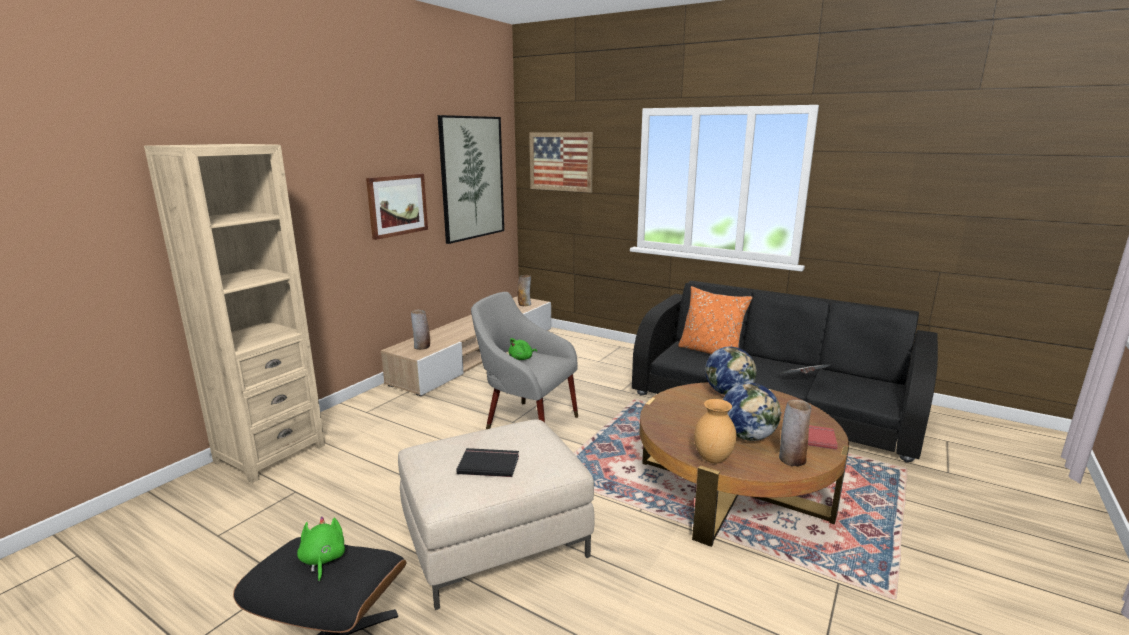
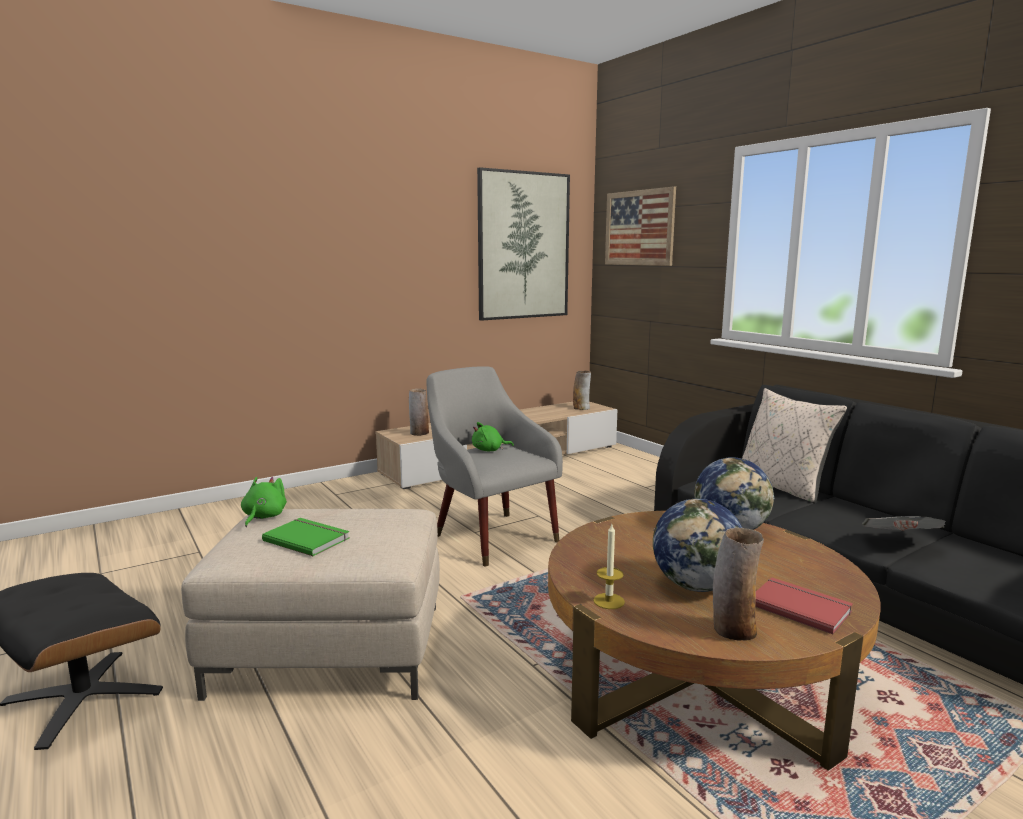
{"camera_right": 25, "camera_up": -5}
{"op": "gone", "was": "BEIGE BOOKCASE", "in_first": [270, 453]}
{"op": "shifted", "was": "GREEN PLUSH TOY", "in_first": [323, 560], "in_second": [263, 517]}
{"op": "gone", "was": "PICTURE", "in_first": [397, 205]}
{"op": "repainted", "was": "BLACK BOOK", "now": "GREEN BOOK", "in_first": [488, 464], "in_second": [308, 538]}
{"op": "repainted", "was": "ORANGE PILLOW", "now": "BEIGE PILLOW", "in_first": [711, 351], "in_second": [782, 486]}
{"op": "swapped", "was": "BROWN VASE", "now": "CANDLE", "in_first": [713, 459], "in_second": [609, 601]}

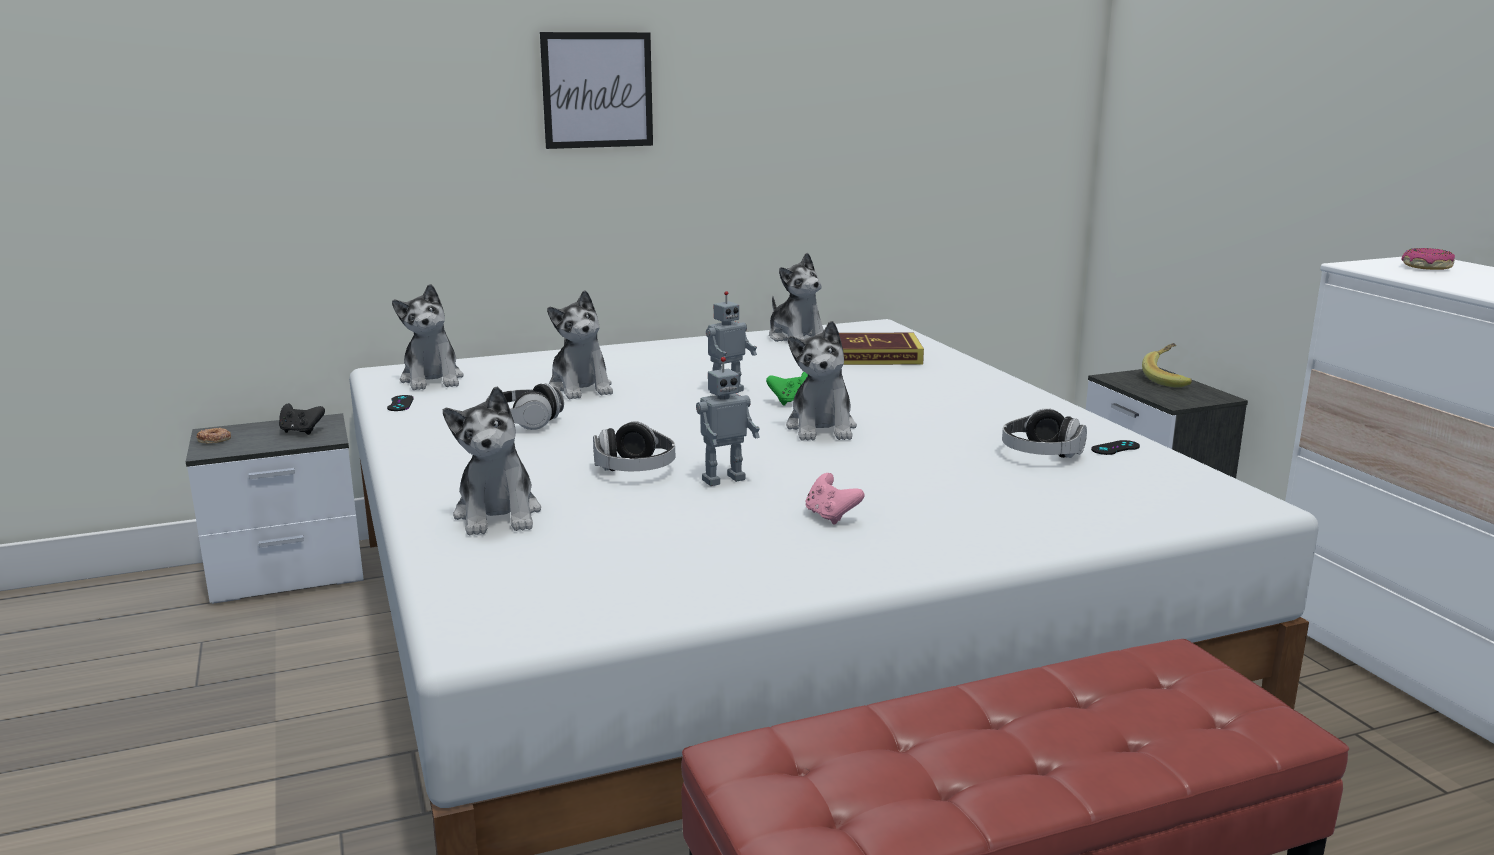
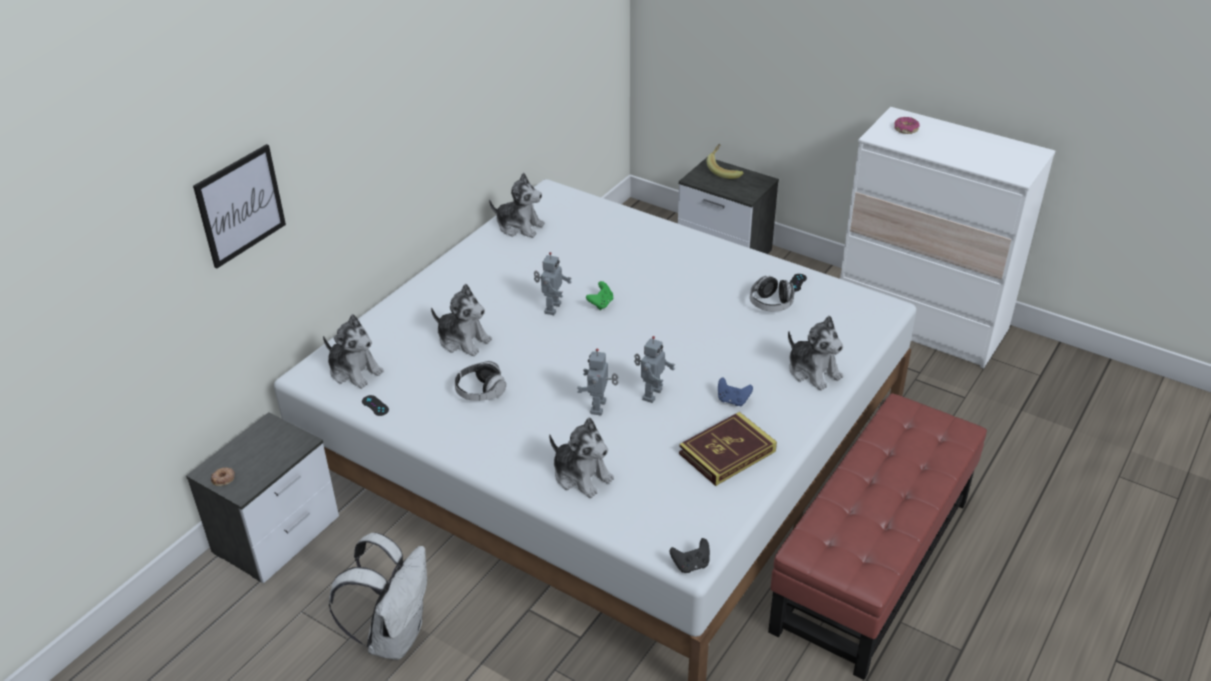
{"camera_right": -35, "camera_up": 20}
{"op": "shifted", "was": "BLACK GAME CONTROLLER", "in_first": [301, 431], "in_second": [691, 565]}
{"op": "shifted", "was": "PICTURE", "in_first": [597, 90], "in_second": [240, 205]}
{"op": "swapped", "was": "HEADPHONES", "now": "TOY ROBOT", "in_first": [635, 471], "in_second": [599, 407]}
{"op": "shifted", "was": "PLUSH TOY", "in_first": [822, 428], "in_second": [813, 371]}
{"op": "repainted", "was": "PINK GAME CONTROLLER", "now": "BLUE GAME CONTROLLER", "in_first": [831, 516], "in_second": [732, 400]}
{"op": "shifted", "was": "BOOK", "in_first": [872, 356], "in_second": [727, 452]}
{"op": "new", "now": "WHITE BACKPACK", "in_second": [394, 635]}

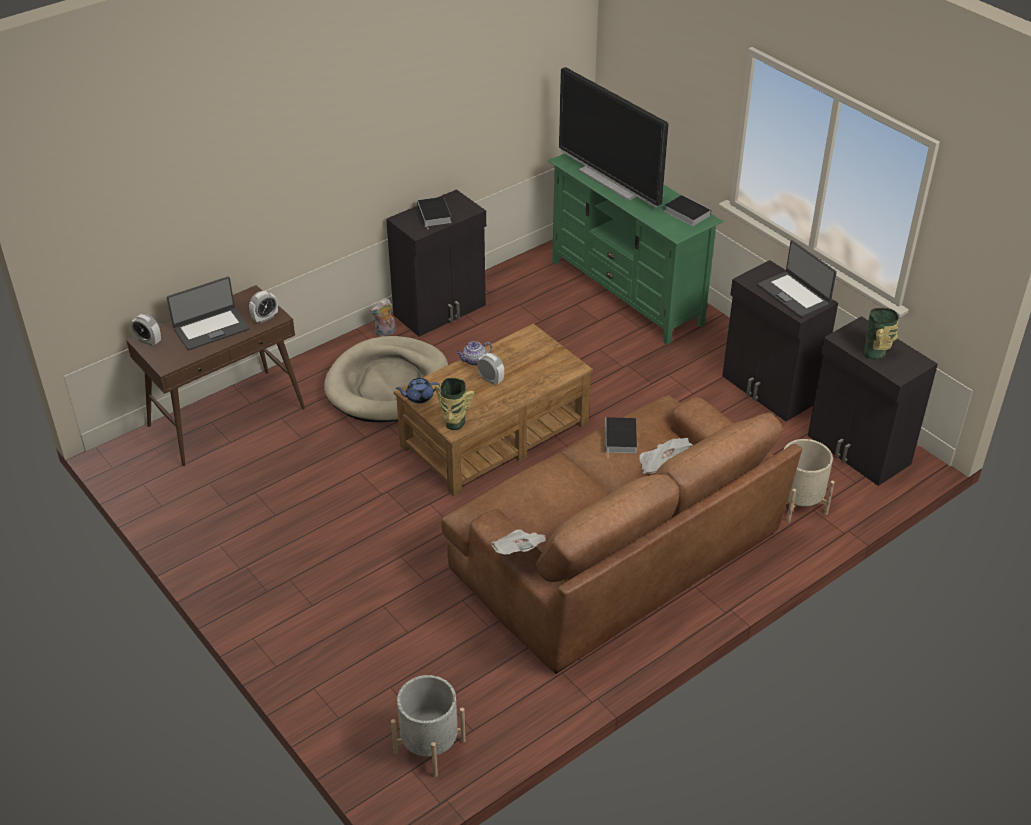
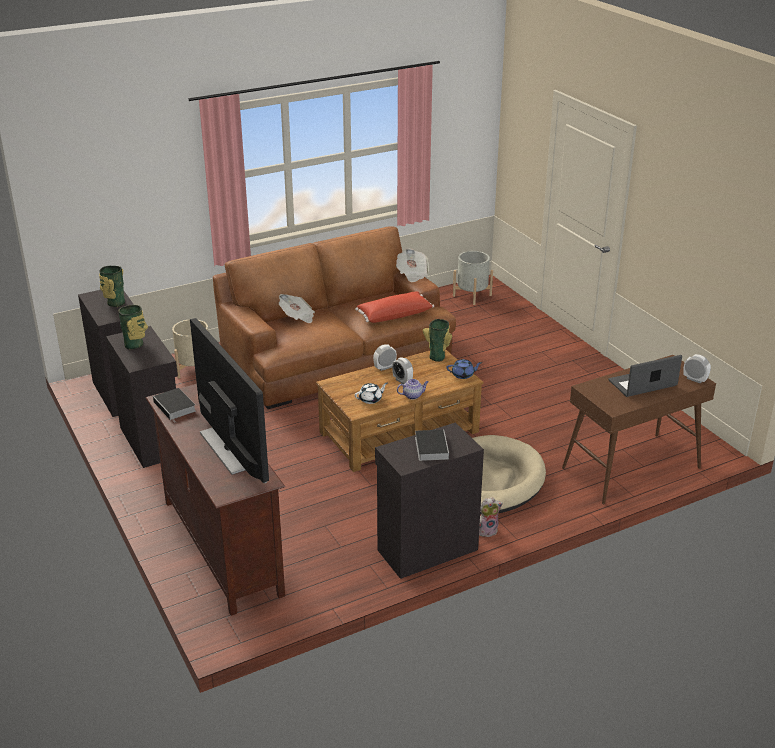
{"camera_right": -170, "camera_up": -10}
{"op": "shifted", "was": "ALARM CLOCK", "in_first": [265, 318], "in_second": [385, 367]}
{"op": "repainted", "was": "GREEN TV STAND", "now": "BROWN TV STAND", "in_first": [627, 292], "in_second": [221, 547]}
{"op": "gone", "was": "BOOK", "in_first": [621, 439]}
{"op": "swapped", "was": "LAPTOP", "now": "VASE", "in_first": [794, 294], "in_second": [135, 344]}
{"op": "new", "now": "RED PILLOW", "in_second": [394, 315]}
{"op": "new", "now": "WHITE TEAPOT", "in_second": [371, 399]}

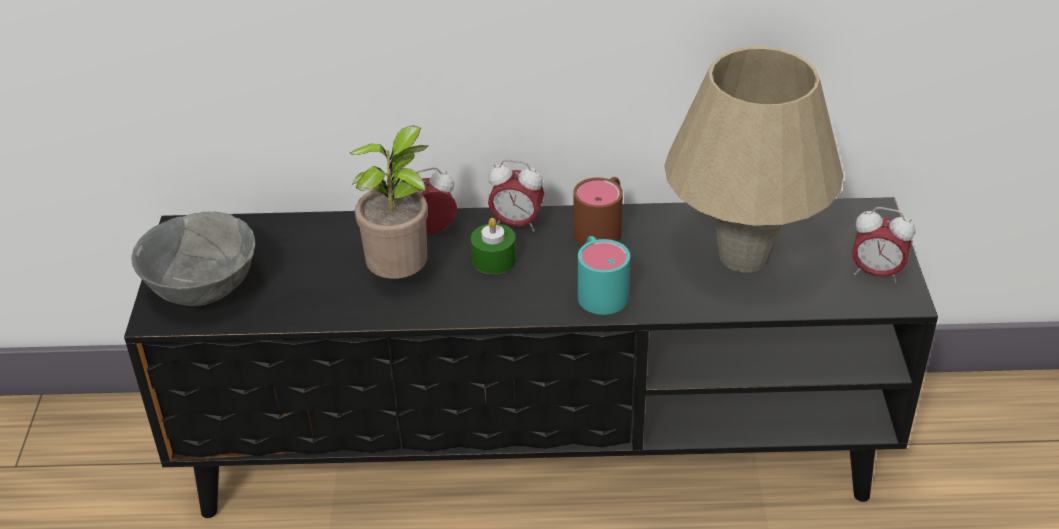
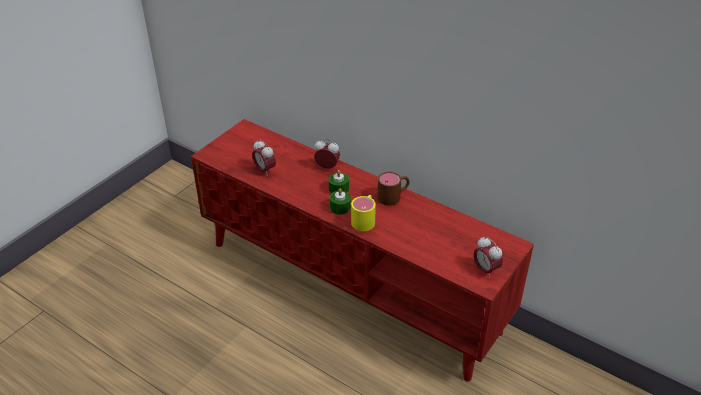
{"camera_right": 35, "camera_up": 0}
{"op": "repainted", "was": "BLACK TV STAND", "now": "RED TV STAND", "in_first": [537, 450], "in_second": [352, 286]}
{"op": "gone", "was": "GREY BOWL", "in_first": [202, 288]}
{"op": "gone", "was": "POTTED PLANT", "in_first": [402, 277]}
{"op": "shifted", "was": "ALARM CLOCK", "in_first": [516, 224], "in_second": [265, 170]}
{"op": "repainted", "was": "TURQUOISE MUG", "now": "YELLOW MUG", "in_first": [599, 289], "in_second": [365, 219]}
{"op": "gone", "was": "BEIGE TABLE LAMP", "in_first": [744, 256]}
{"op": "new", "now": "GREEN CANDLE", "in_second": [340, 207]}

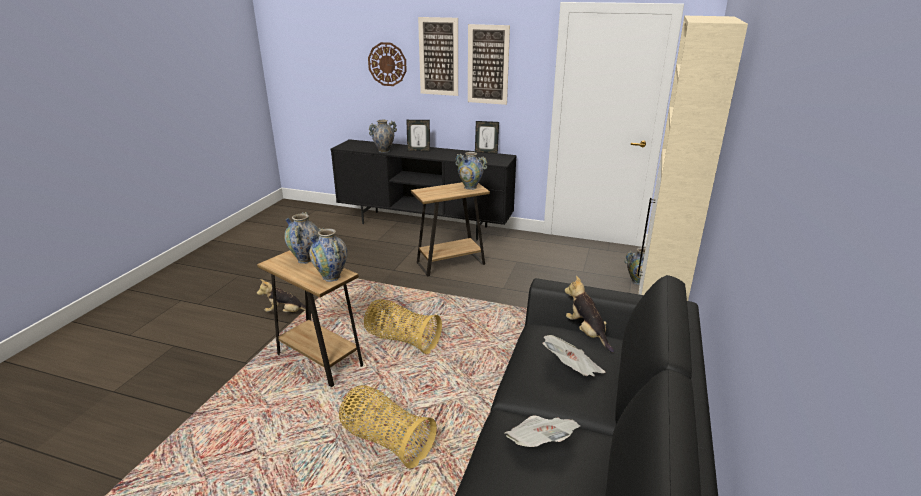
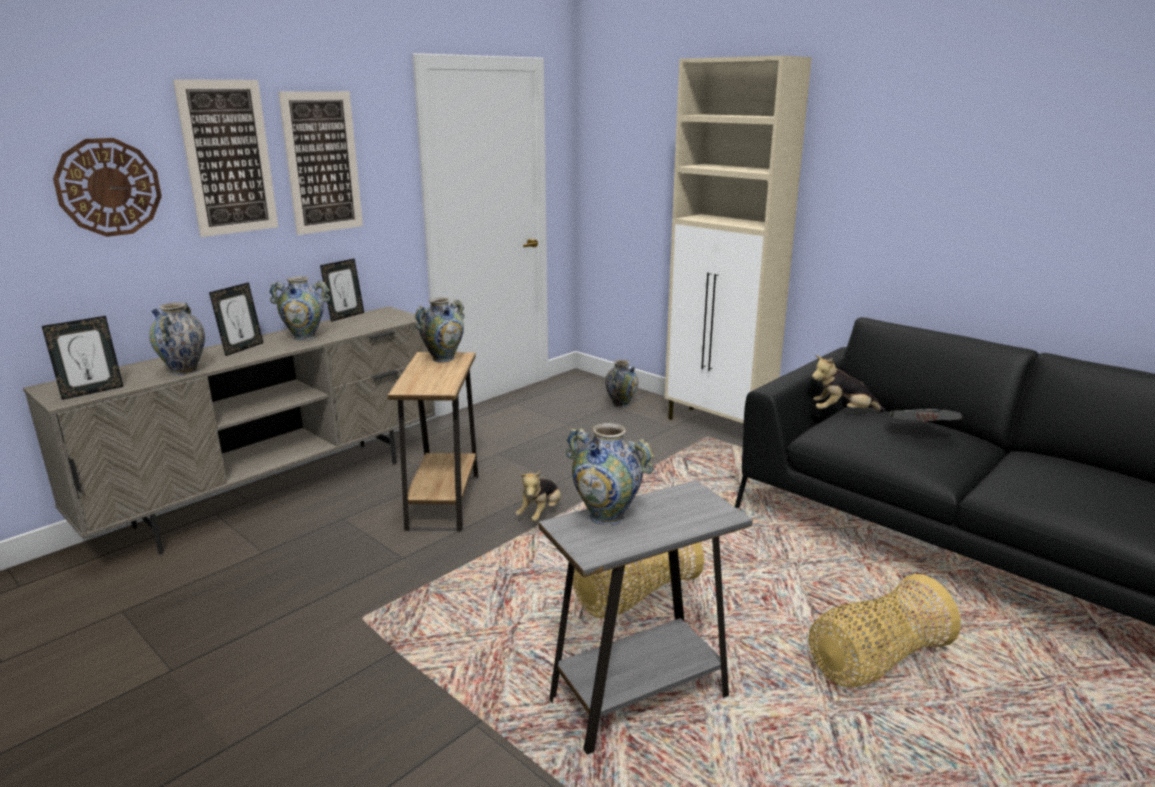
{"camera_right": -65, "camera_up": -5}
{"op": "repainted", "was": "BROWN SIDE TABLE", "now": "GREY SIDE TABLE", "in_first": [319, 360], "in_second": [639, 698]}
{"op": "shifted", "was": "PLUSH TOY", "in_first": [286, 313], "in_second": [541, 513]}
{"op": "shifted", "was": "VASE", "in_first": [331, 277], "in_second": [305, 337]}
{"op": "repainted", "was": "BLACK TV STAND", "now": "BEIGE TV STAND", "in_first": [425, 225], "in_second": [276, 492]}
{"op": "gone", "was": "NEWSPAPER", "in_first": [539, 443]}
{"op": "new", "now": "PICTURE FRAME", "in_second": [92, 392]}

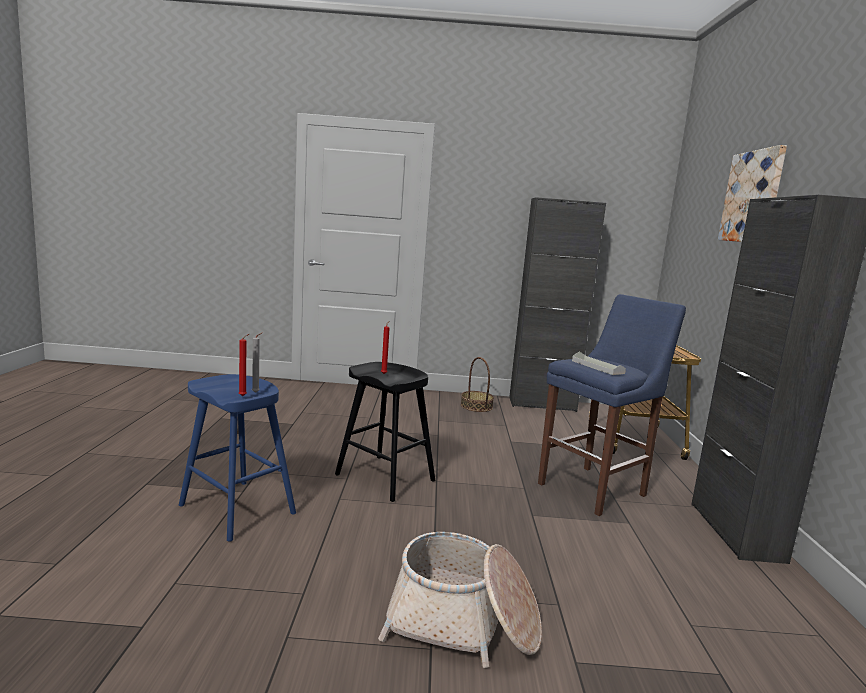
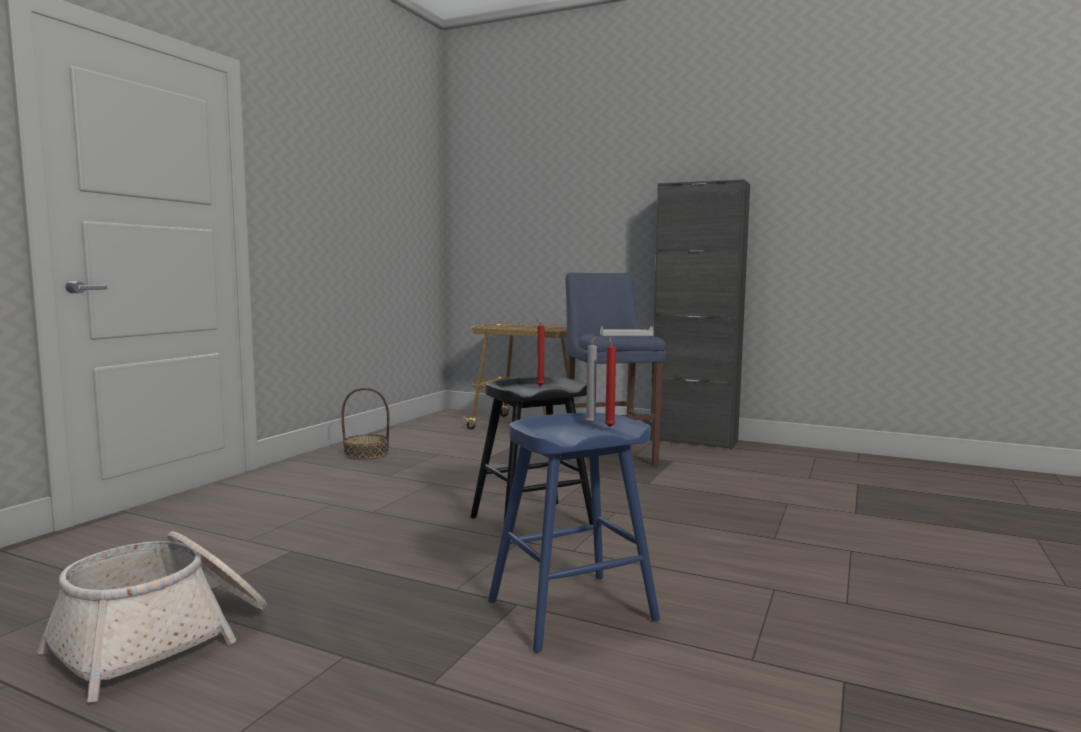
{"camera_right": -65, "camera_up": -5}
{"op": "shifted", "was": "BASKET", "in_first": [463, 624], "in_second": [165, 638]}
{"op": "gone", "was": "BLACK CABINET", "in_first": [542, 404]}
{"op": "gone", "was": "PICTURE", "in_first": [752, 197]}

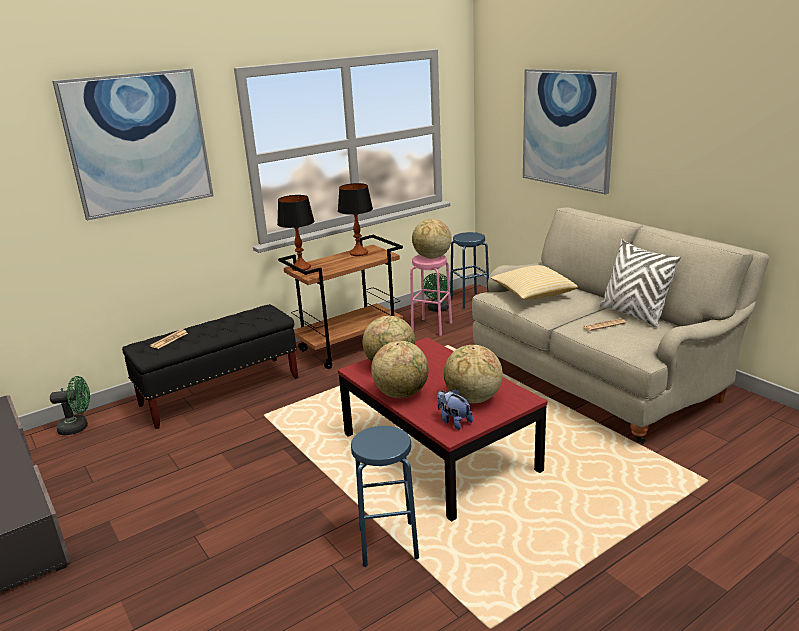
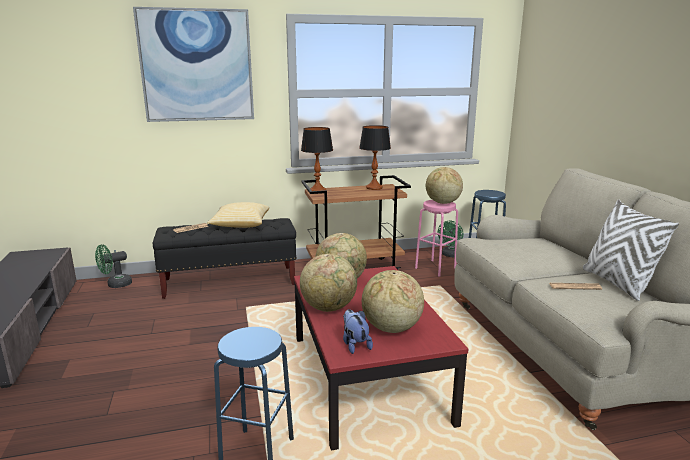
{"camera_right": 20, "camera_up": -5}
{"op": "rotated", "was": "GREEN FAN", "in_first": [78, 427], "in_second": [115, 285], "clockwise": 135}
{"op": "shifted", "was": "PILLOW", "in_first": [532, 294], "in_second": [240, 225]}
{"op": "gone", "was": "PICTURE", "in_first": [567, 129]}

